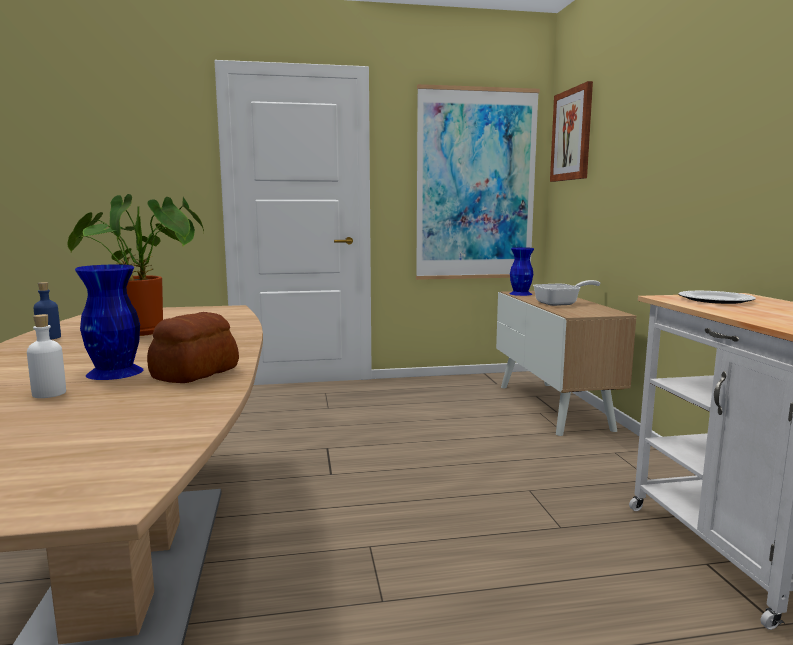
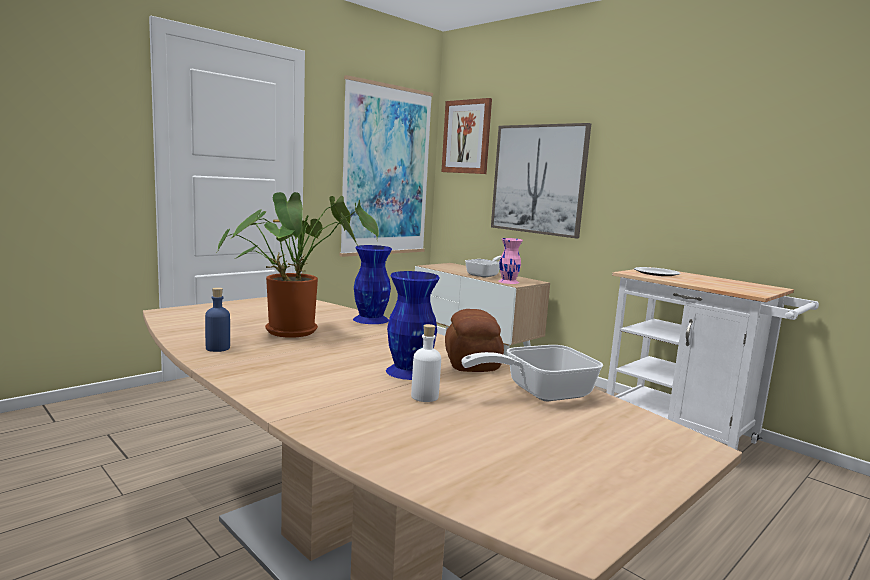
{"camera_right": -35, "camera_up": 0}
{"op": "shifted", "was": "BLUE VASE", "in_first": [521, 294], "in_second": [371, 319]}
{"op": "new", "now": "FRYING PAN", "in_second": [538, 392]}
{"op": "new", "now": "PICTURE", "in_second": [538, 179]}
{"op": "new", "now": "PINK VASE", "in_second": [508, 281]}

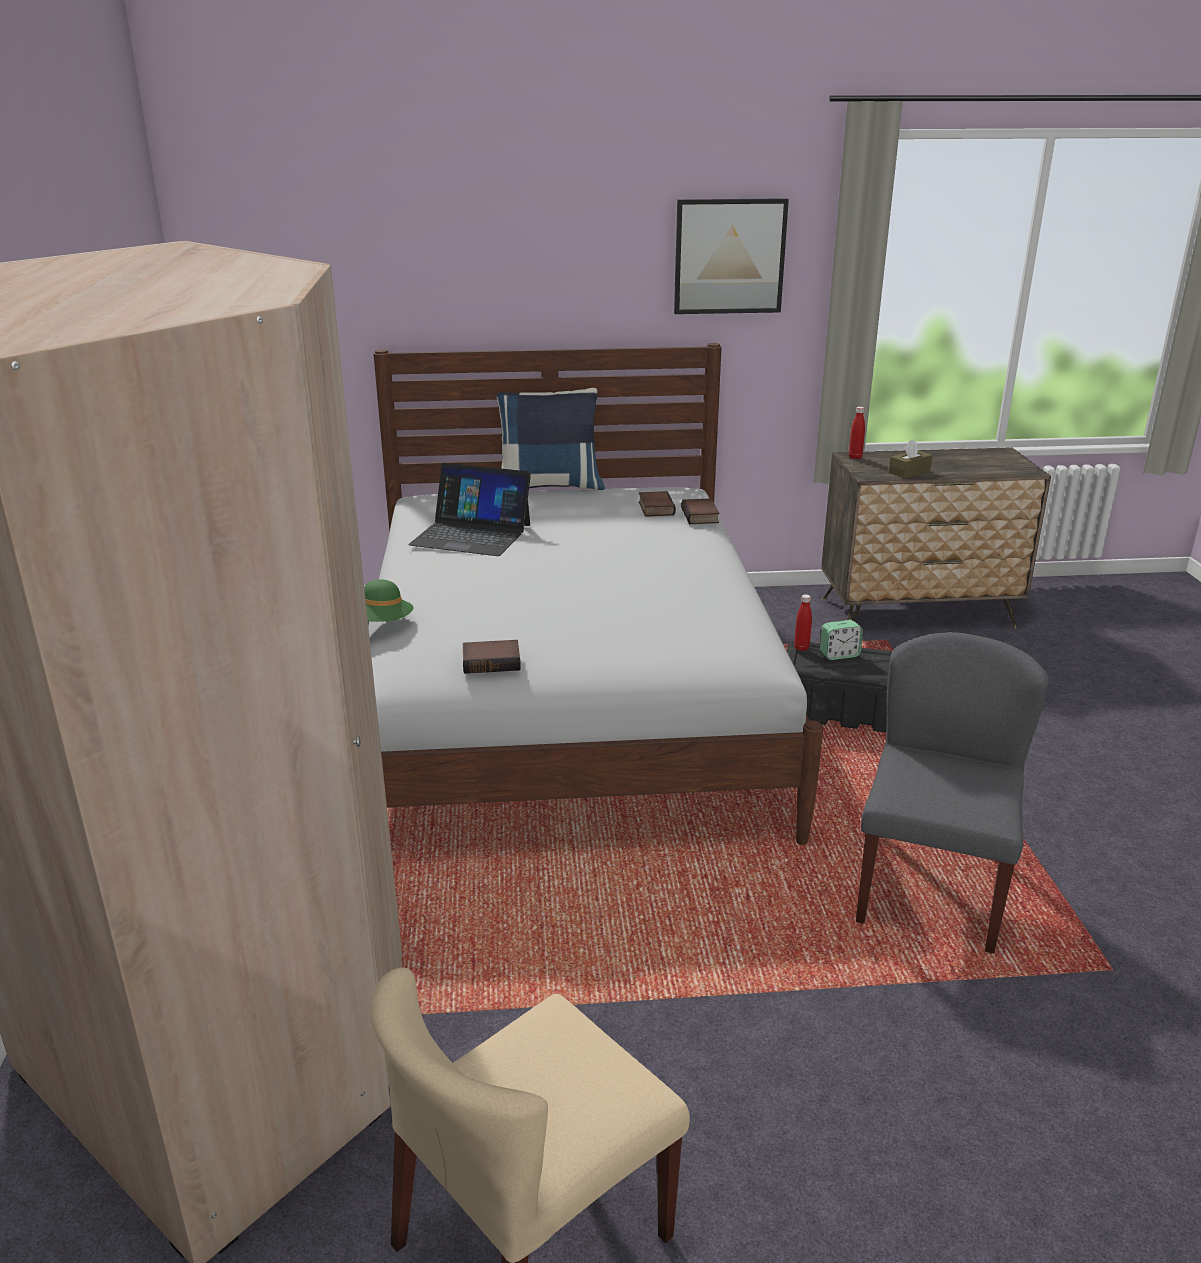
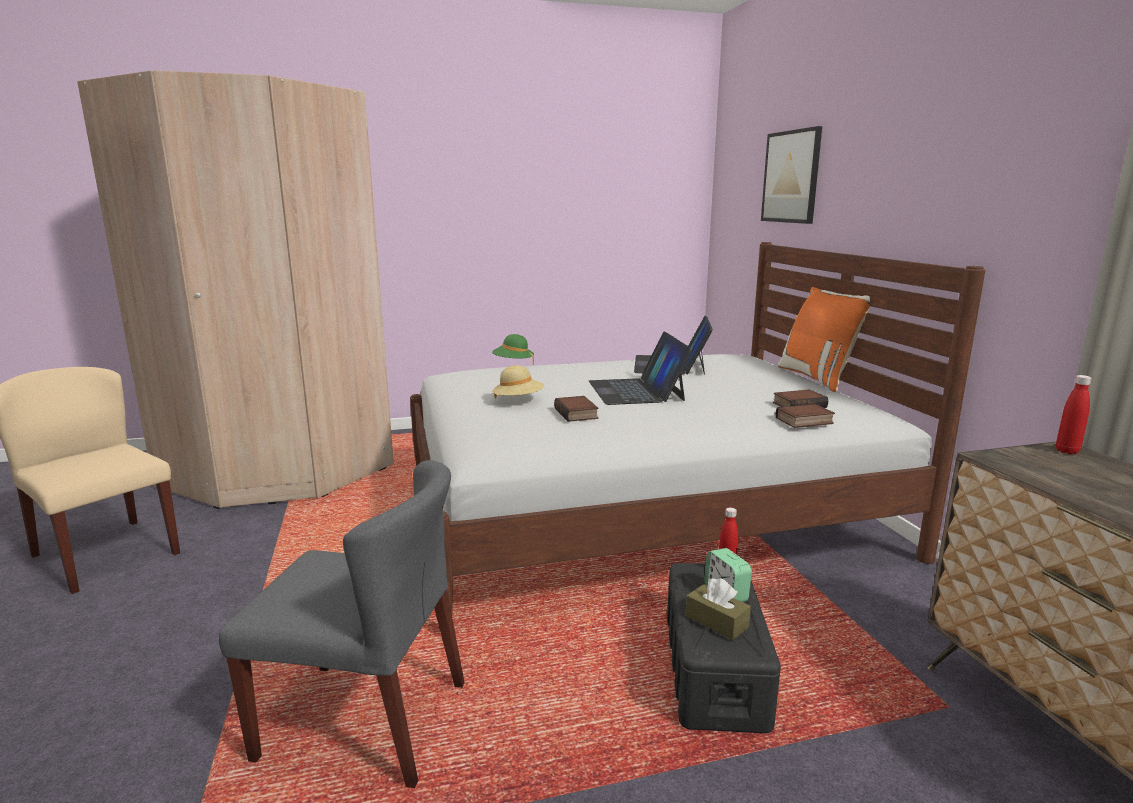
{"camera_right": 80, "camera_up": -10}
{"op": "shifted", "was": "BOOK", "in_first": [492, 661], "in_second": [577, 413]}
{"op": "repainted", "was": "BLUE PILLOW", "now": "ORANGE PILLOW", "in_first": [549, 485], "in_second": [818, 378]}
{"op": "shifted", "was": "PICTURE", "in_first": [729, 256], "in_second": [791, 177]}
{"op": "shifted", "was": "BROWN TISSUE BOX", "in_first": [909, 472], "in_second": [716, 621]}
{"op": "new", "now": "BEIGE HAT", "in_second": [518, 401]}
{"op": "new", "now": "LAPTOP", "in_second": [636, 391]}

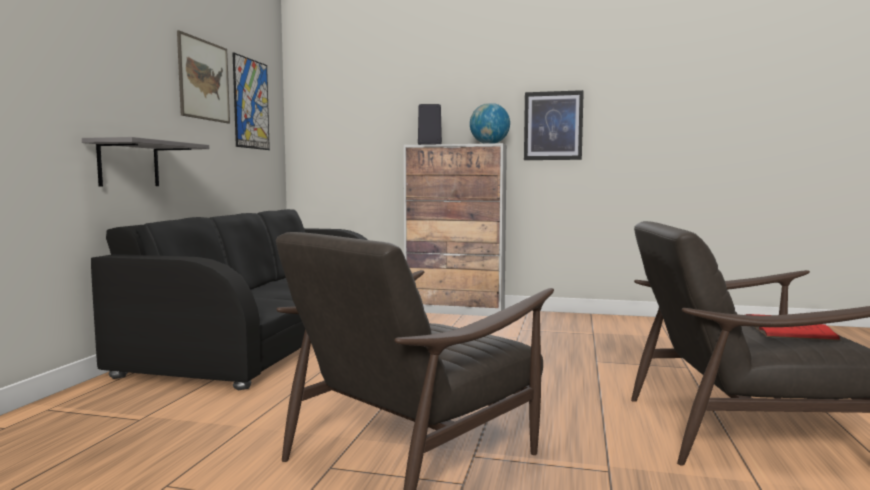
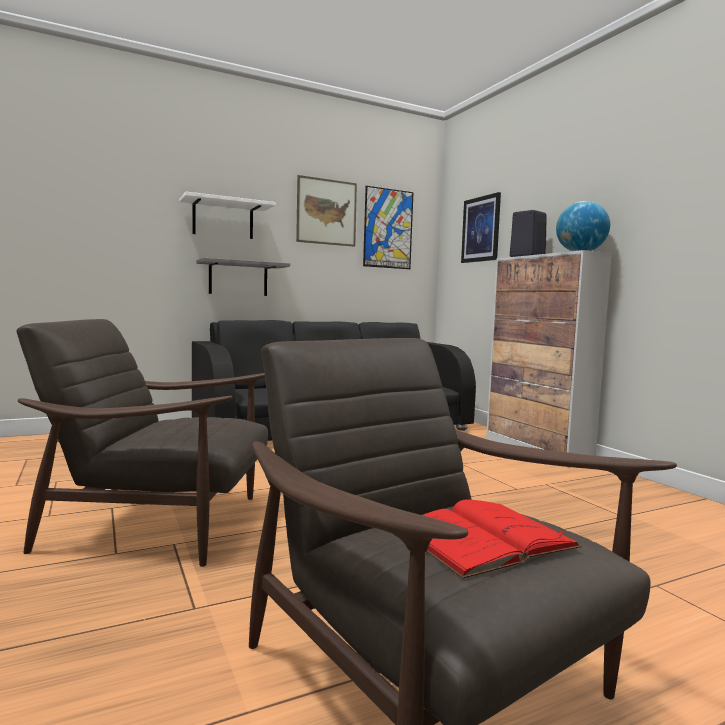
{"camera_right": 50, "camera_up": 0}
{"op": "shifted", "was": "PICTURE", "in_first": [553, 126], "in_second": [481, 229]}
{"op": "new", "now": "WHITE SHELF", "in_second": [223, 220]}

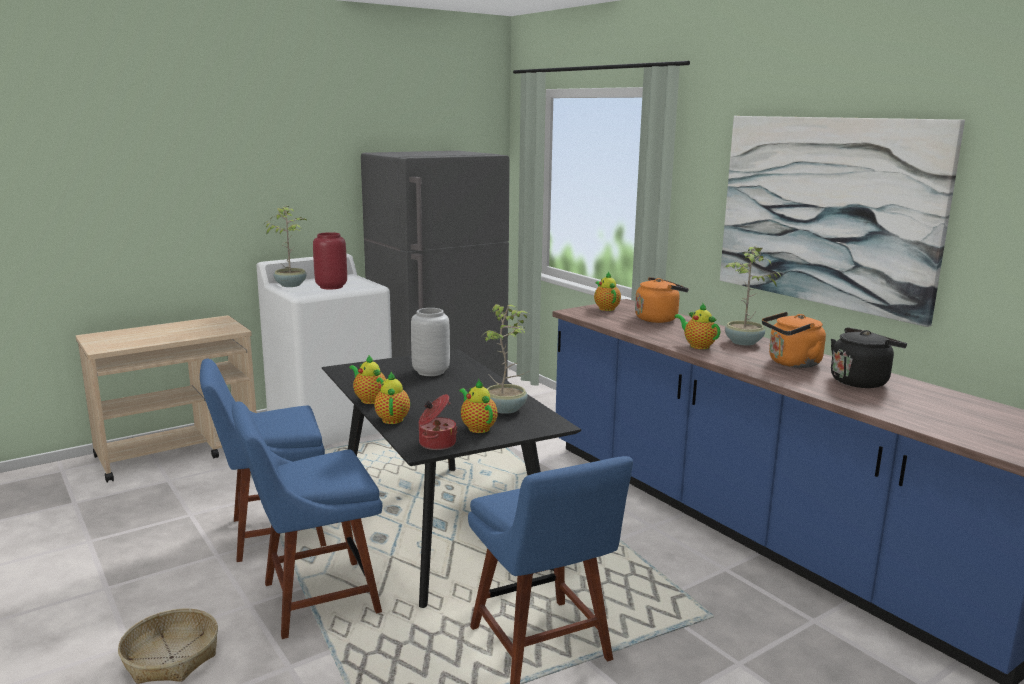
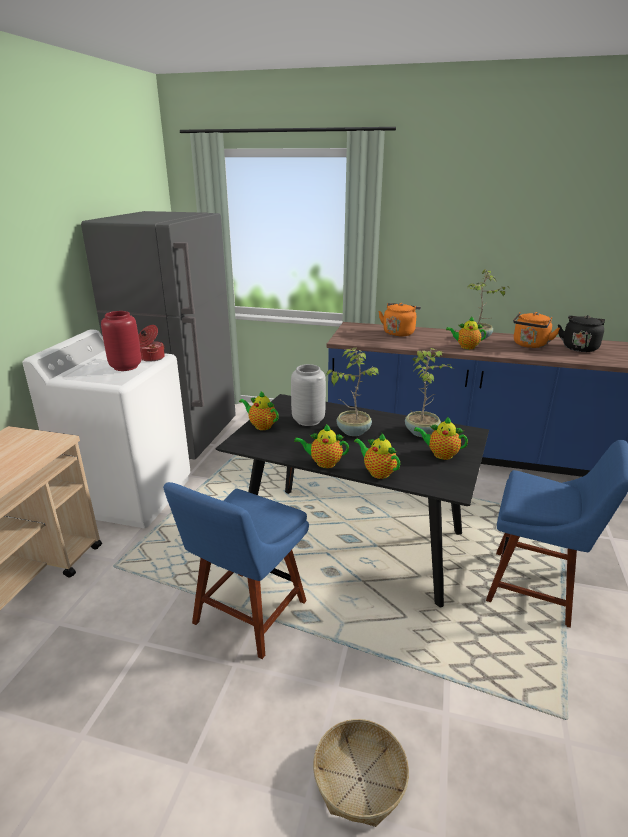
{"camera_right": -40, "camera_up": 10}
{"op": "gone", "was": "BLUE CHAIR", "in_first": [314, 599]}
{"op": "shifted", "was": "POTTED PLANT", "in_first": [291, 285], "in_second": [353, 431]}
{"op": "shifted", "was": "COOKING POT", "in_first": [436, 443], "in_second": [151, 358]}
{"op": "shifted", "was": "TEAPOT", "in_first": [606, 308], "in_second": [261, 426]}
{"op": "gone", "was": "PICTURE", "in_first": [826, 211]}

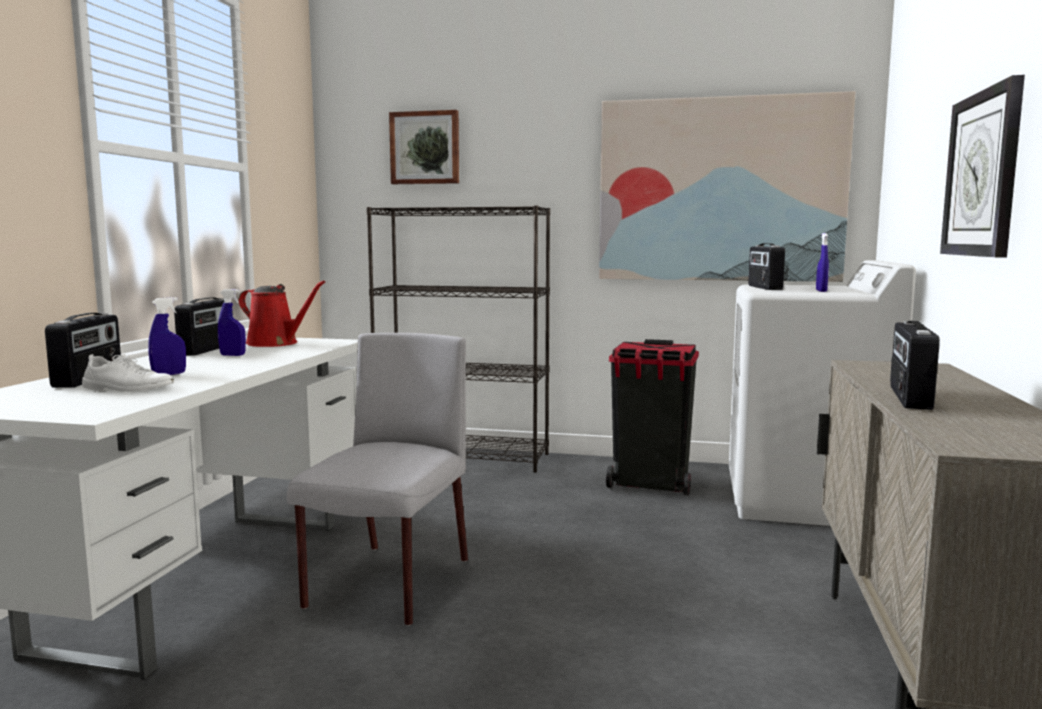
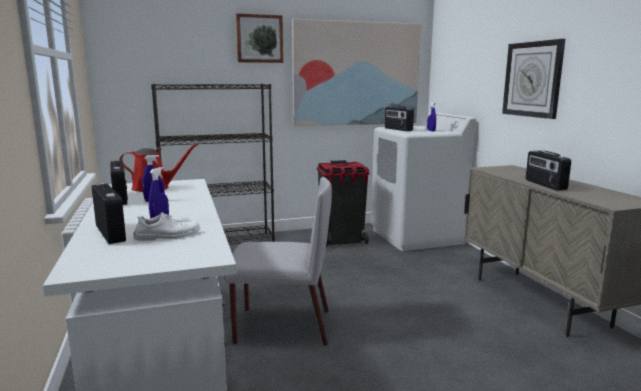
{"camera_right": -30, "camera_up": 5}
{"op": "rotated", "was": "GREY CHAIR", "in_first": [388, 584], "in_second": [281, 327], "clockwise": 105}
{"op": "shifted", "was": "PICTURE", "in_first": [425, 148], "in_second": [259, 39]}

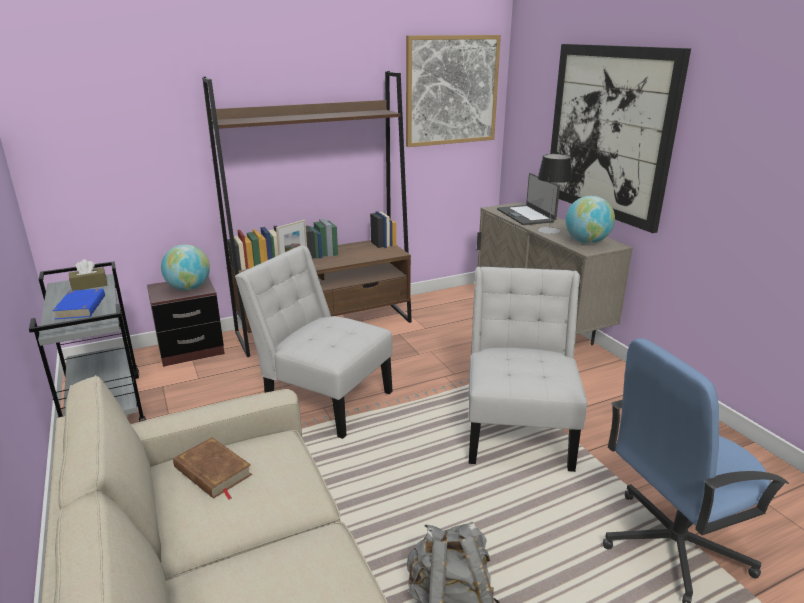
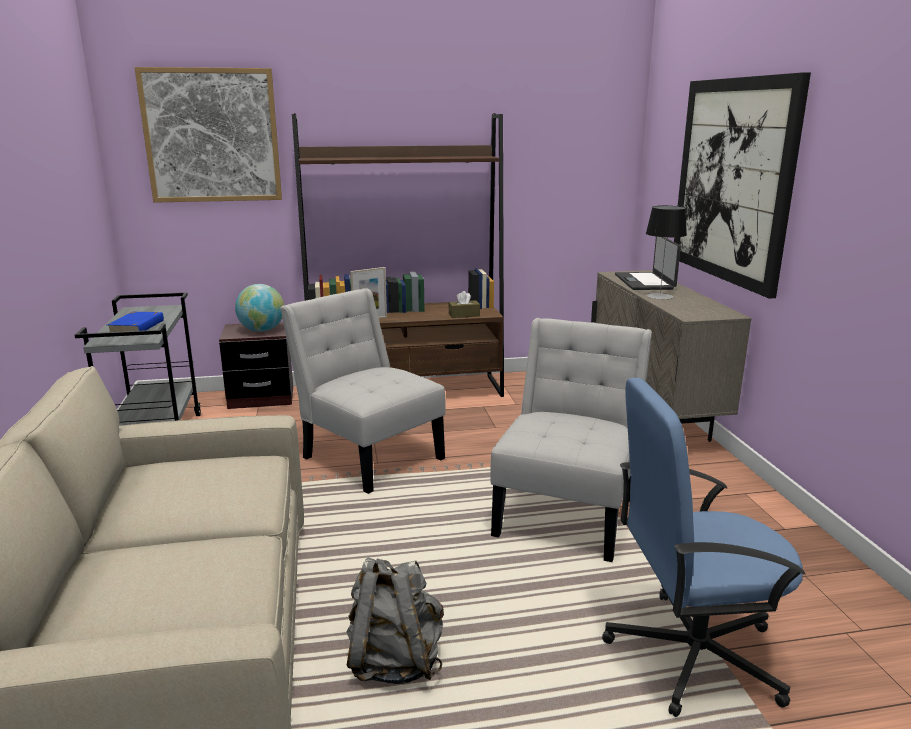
{"camera_right": 15, "camera_up": -5}
{"op": "shifted", "was": "BROWN TISSUE BOX", "in_first": [89, 285], "in_second": [464, 315]}
{"op": "gone", "was": "BROWN BOOK", "in_first": [212, 472]}
{"op": "shifted", "was": "PICTURE", "in_first": [451, 90], "in_second": [212, 136]}
{"op": "gone", "was": "GLOBE", "in_first": [586, 242]}

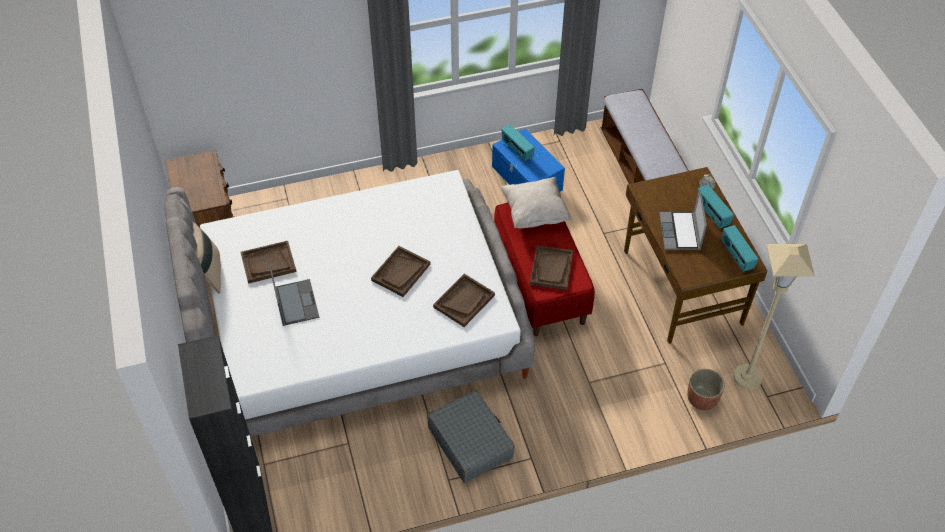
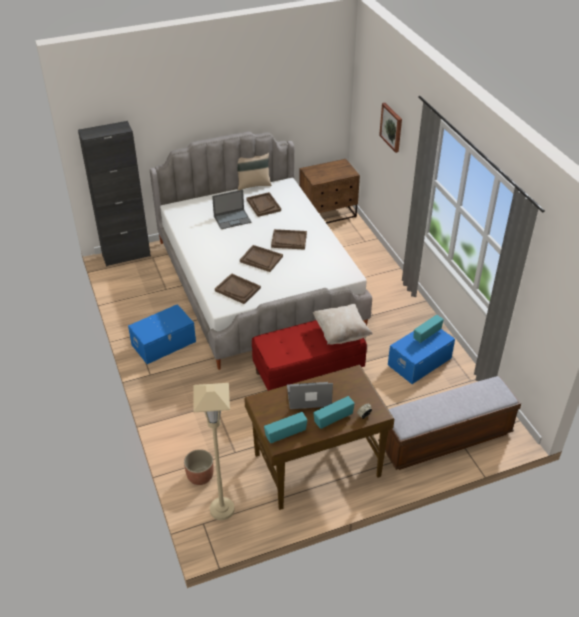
{"camera_right": 85, "camera_up": -10}
{"op": "swapped", "was": "GREY SUITCASE", "now": "BLUE STORAGE BOX", "in_first": [470, 442], "in_second": [164, 343]}
{"op": "shifted", "was": "BROWN TRAY", "in_first": [551, 269], "in_second": [289, 240]}
{"op": "new", "now": "PICTURE", "in_second": [391, 127]}

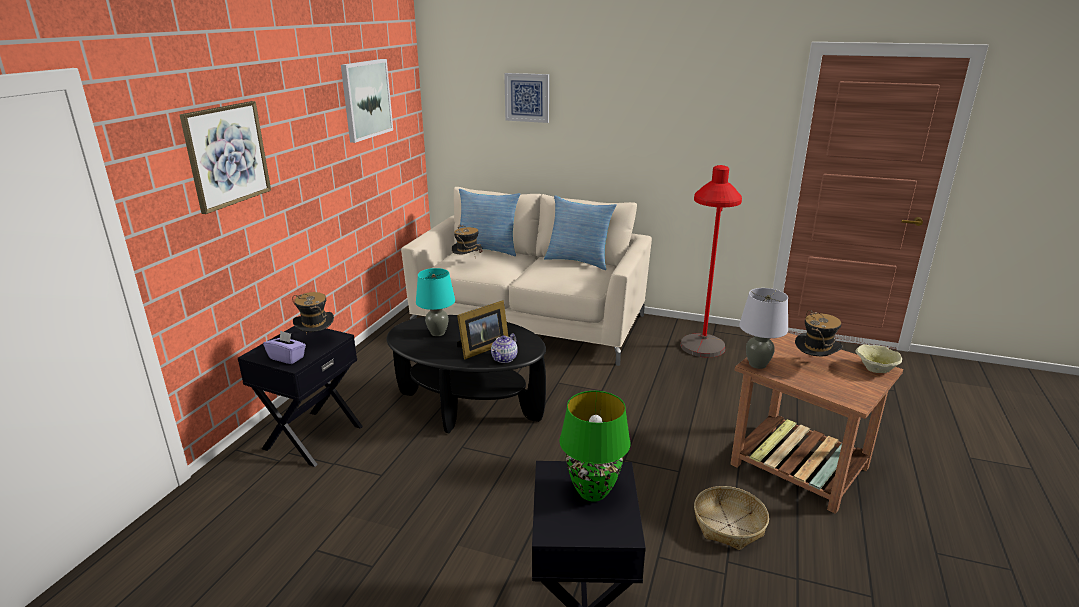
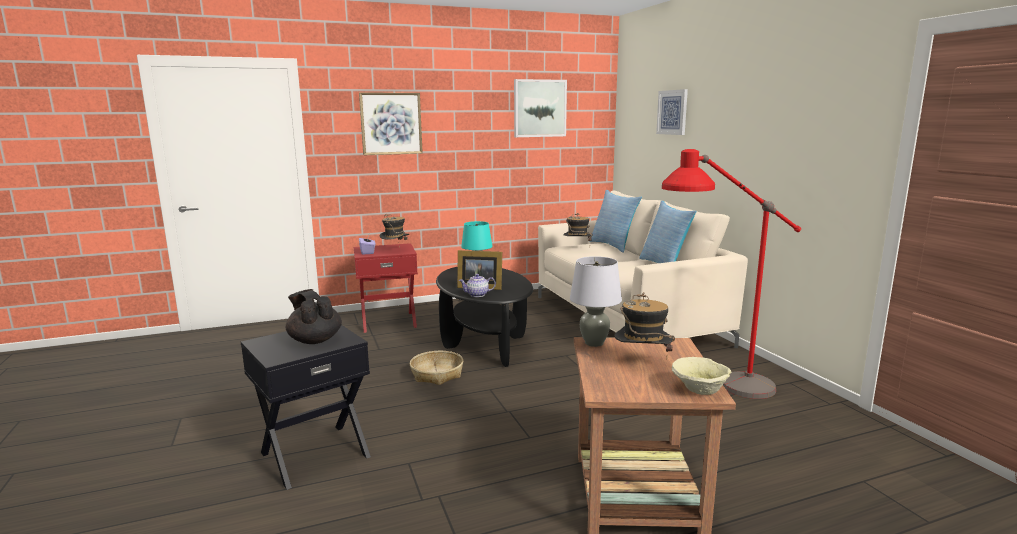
{"camera_right": 50, "camera_up": -10}
{"op": "repainted", "was": "BLACK SIDE TABLE", "now": "RED SIDE TABLE", "in_first": [312, 437], "in_second": [388, 321]}
{"op": "swapped", "was": "GREEN TABLE LAMP", "now": "BLACK TEAPOT", "in_first": [592, 492], "in_second": [315, 340]}
{"op": "shifted", "was": "BASKET", "in_first": [728, 525], "in_second": [437, 374]}

